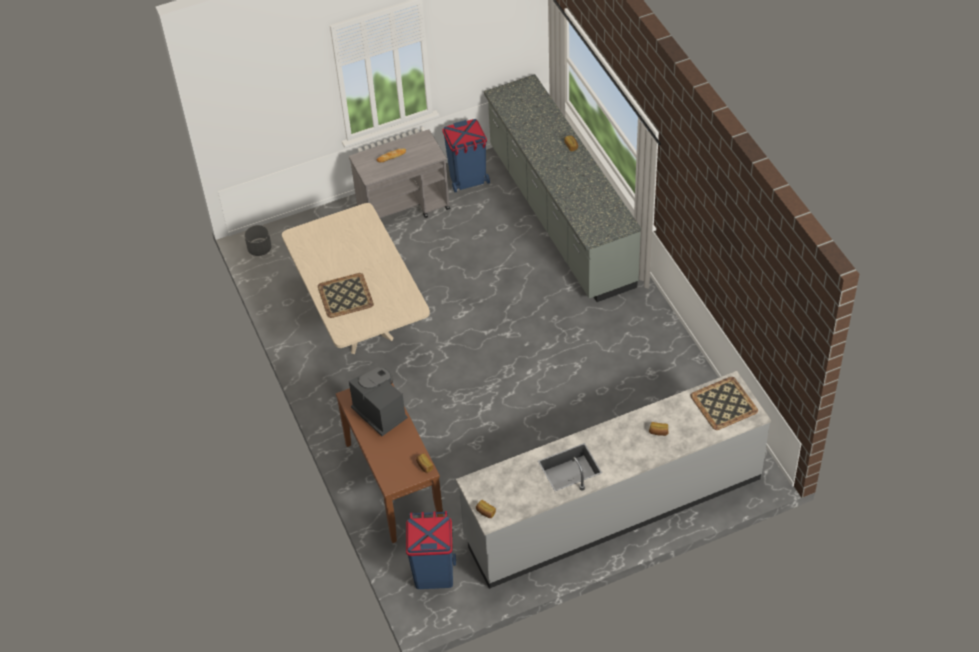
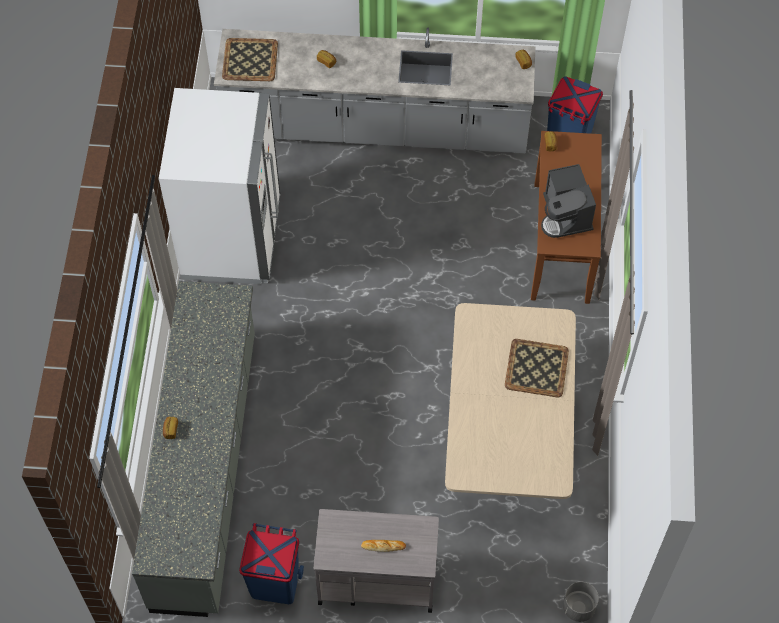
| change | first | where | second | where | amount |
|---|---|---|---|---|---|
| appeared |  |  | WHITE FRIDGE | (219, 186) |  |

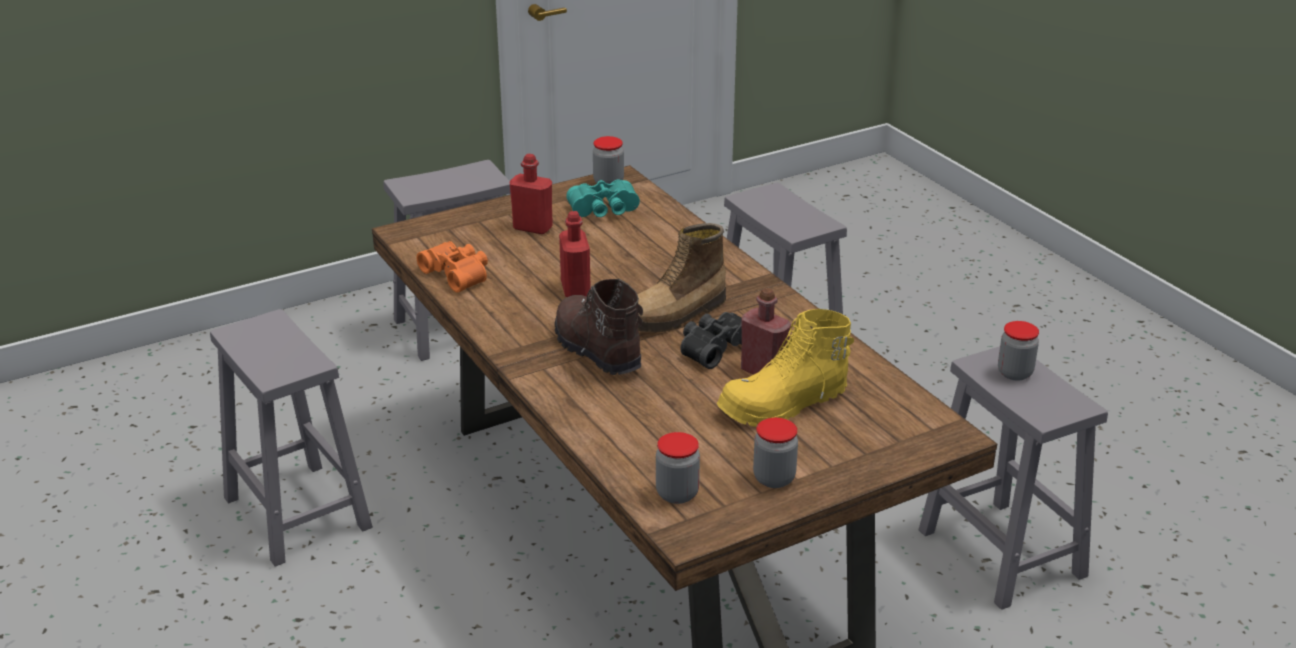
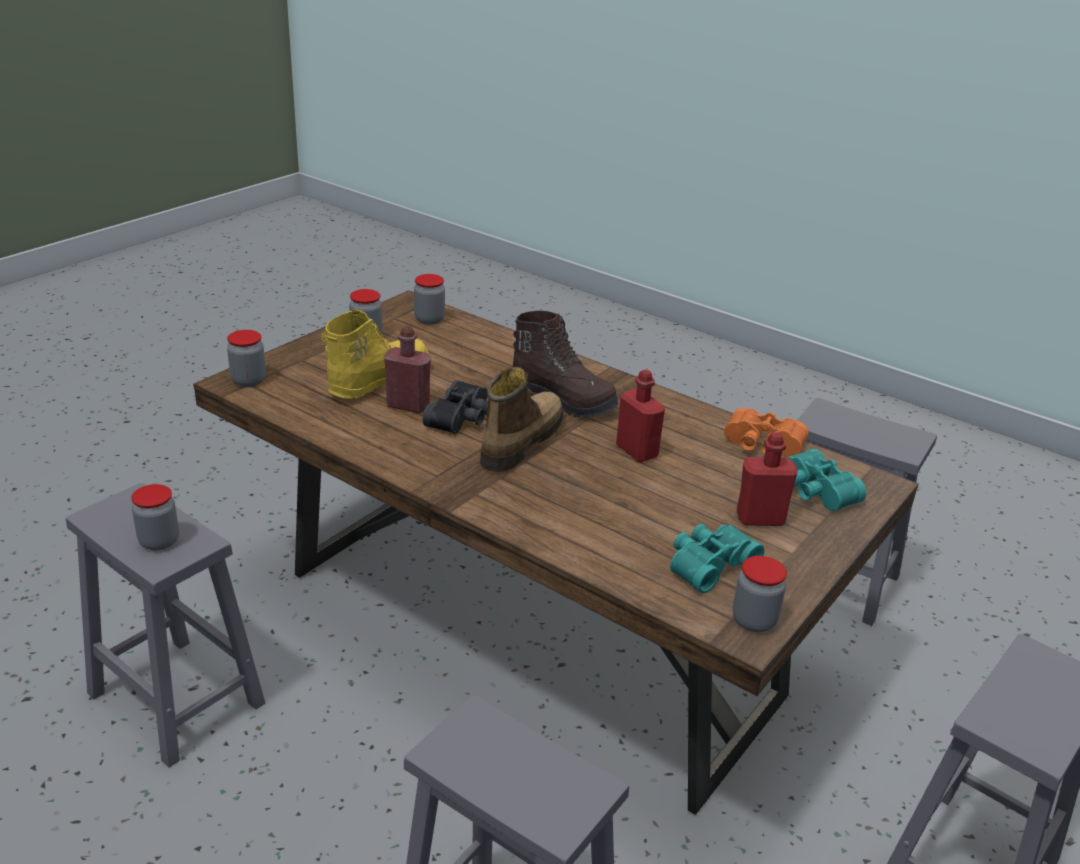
| change | first | where | second | where | amount |
|---|---|---|---|---|---|
| appeared |  |  | JAR | (246, 358) |  |
| appeared |  |  | TURQUOISE BINOCULARS | (825, 480) |  |

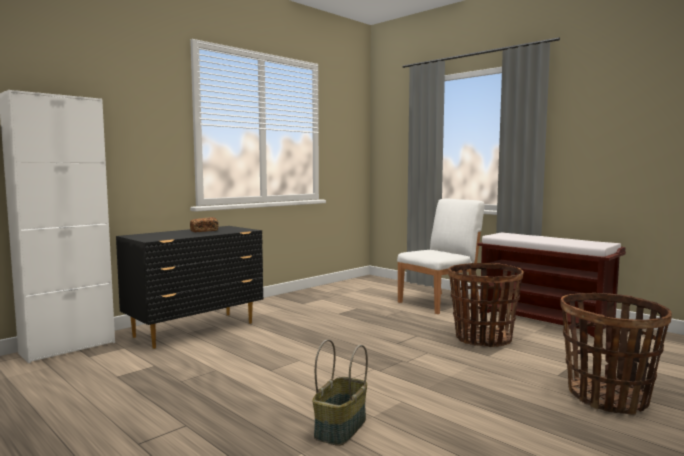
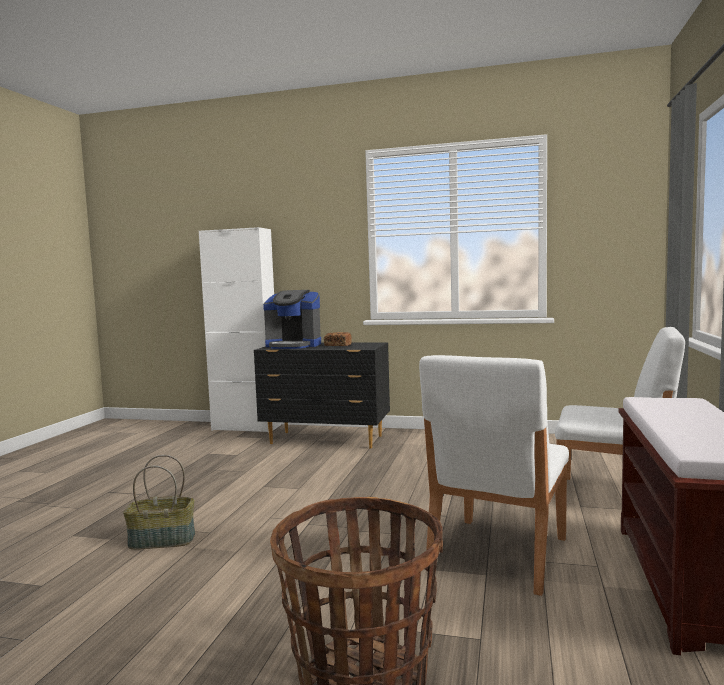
| change | first | where | second | where | amount |
|---|---|---|---|---|---|
| appeared |  |  | COFFEE MACHINE | (292, 319) |  |
| exchanged | BASKET | (486, 305) | WHITE CHAIR | (494, 475) |  |

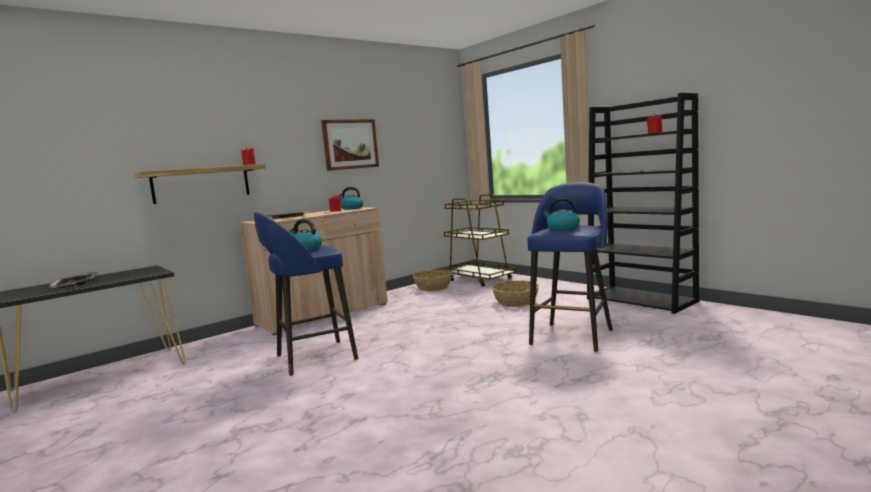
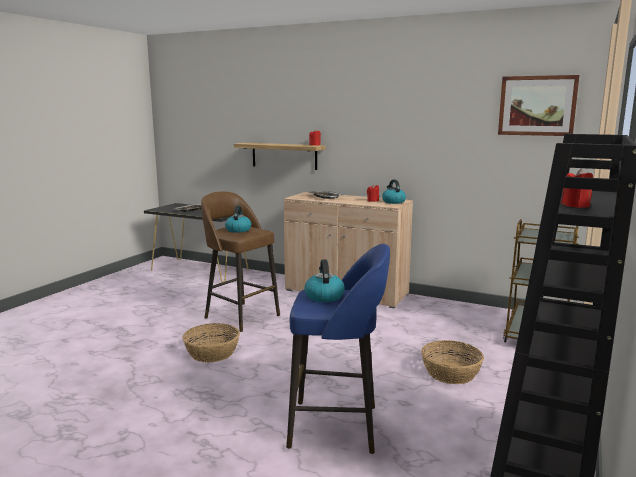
| change | first | where | second | where | amount |
|---|---|---|---|---|---|
| relocated | PICTURE | (350, 145) |  | (539, 105) |  |
| relocated | BASKET | (432, 280) |  | (211, 342) |  |
| colour | BLUE STOOL | (306, 294) | BROWN STOOL | (240, 262) |  |

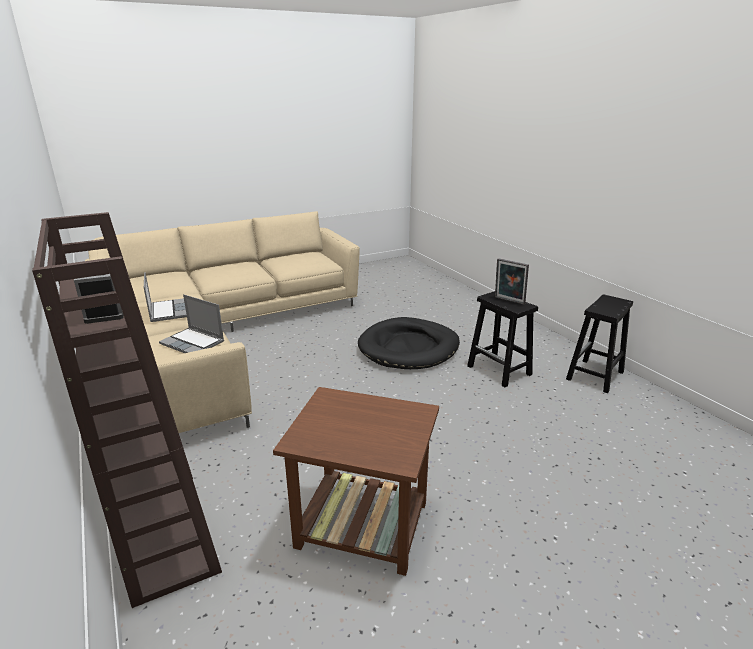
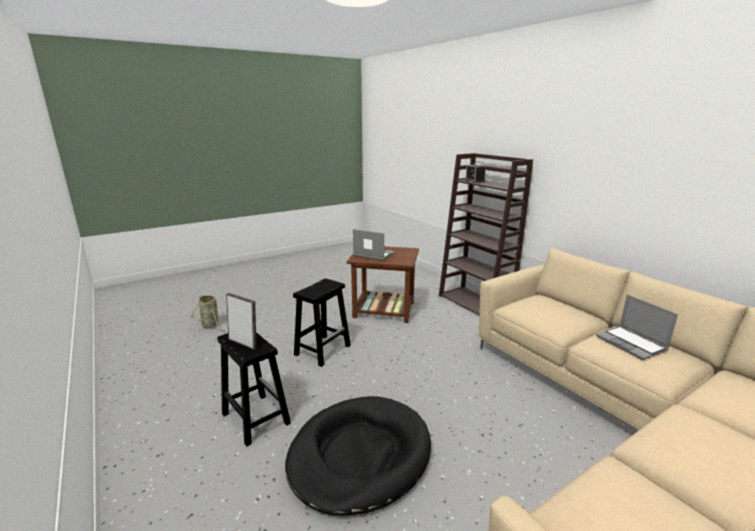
| change | first | where | second | where | amount |
|---|---|---|---|---|---|
| appeared |  |  | BASKET | (207, 313) |  |
| relocated | LAPTOP | (191, 323) |  | (374, 245) |  |
| relocated | BLACK STOOL | (599, 343) |  | (322, 322) |  |

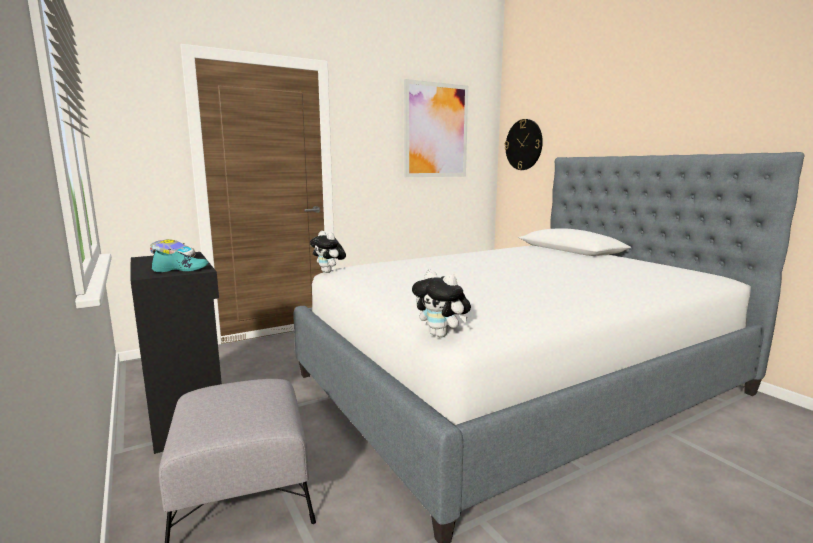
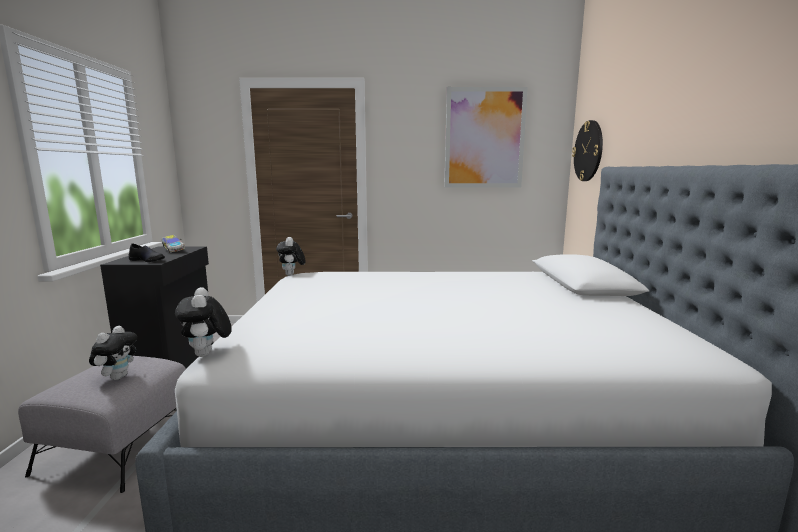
| change | first | where | second | where | amount |
|---|---|---|---|---|---|
| appeared |  |  | PLUSH TOY | (113, 353) |  |
| colour | TURQUOISE SHOE | (180, 261) | BLACK SHOE | (147, 252) |  |

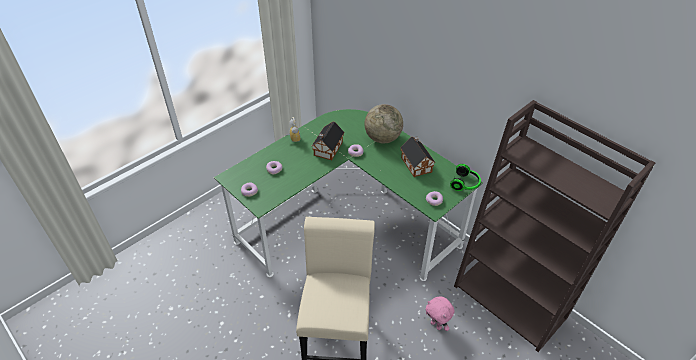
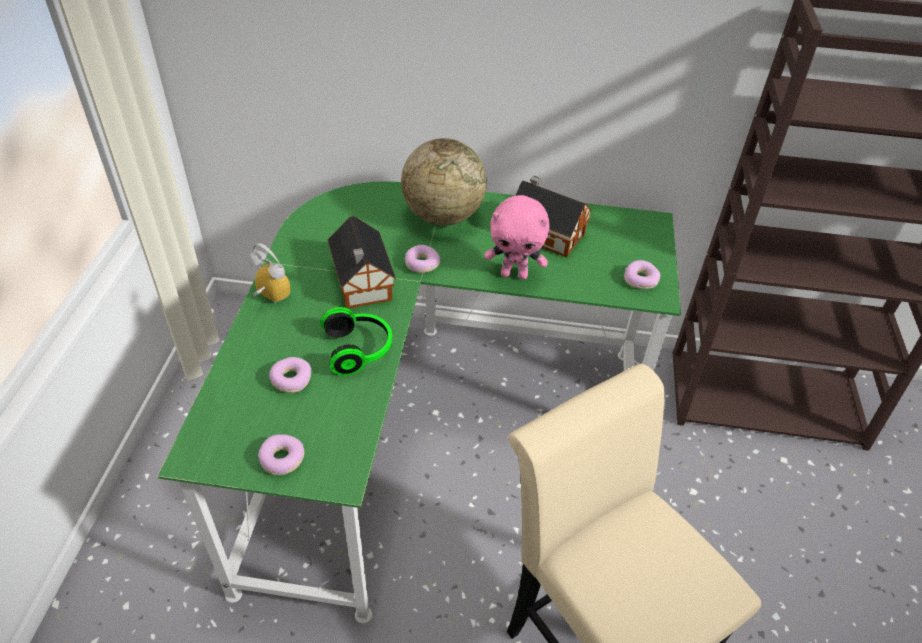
| change | first | where | second | where | amount |
|---|---|---|---|---|---|
| relocated | PINK PLUSH TOY | (439, 313) |  | (517, 237) |  |
| relocated | HEADPHONES | (465, 177) |  | (356, 341) |  |

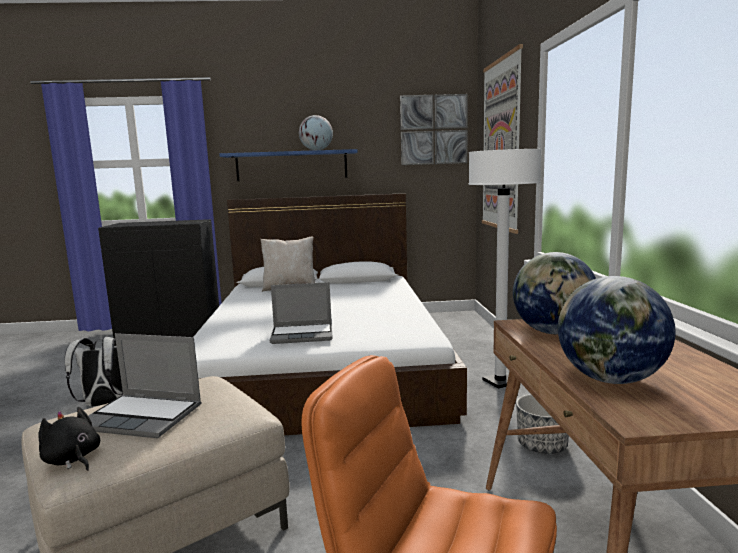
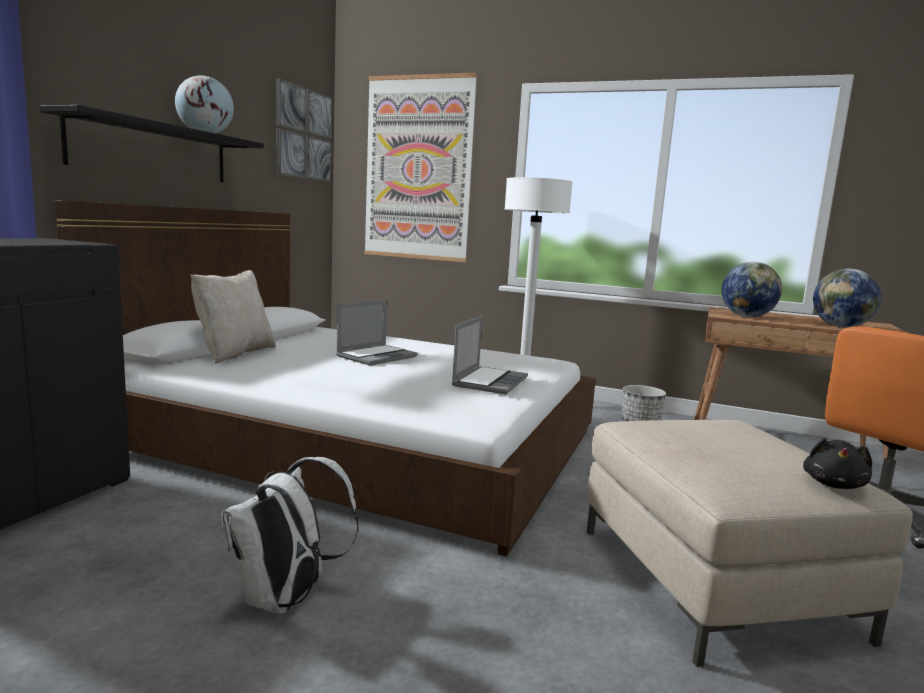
| change | first | where | second | where | amount |
|---|---|---|---|---|---|
| relocated | LAPTOP | (145, 385) |  | (377, 333) |  |
| colour | BLUE SHELF | (288, 165) | BLACK SHELF | (151, 143) |  |
| spun | BLACK PLUSH TOY | (69, 439) |  | (837, 463) | 45 degrees counterclockwise |

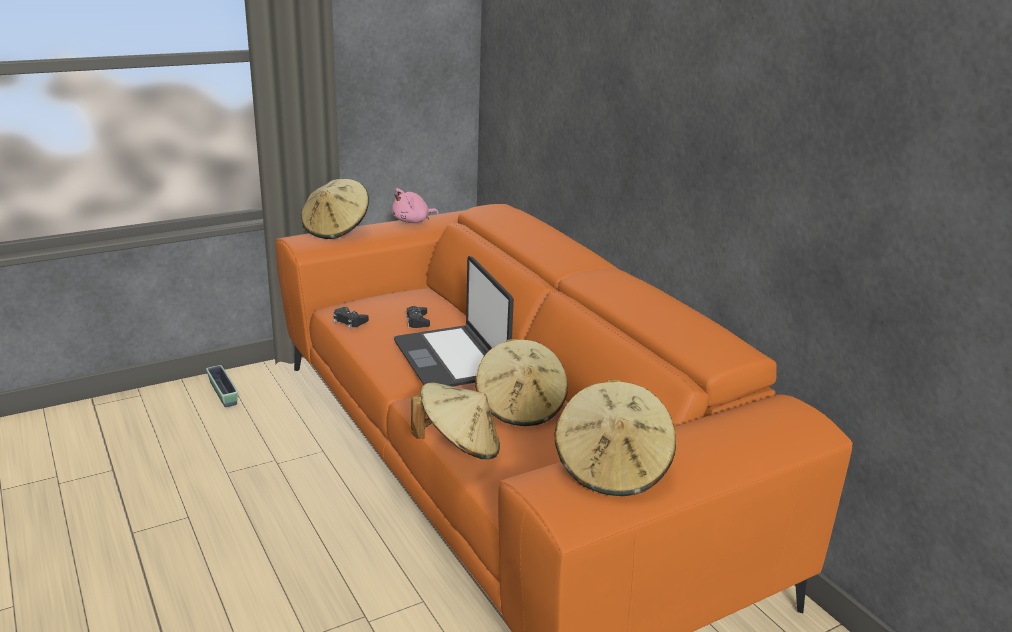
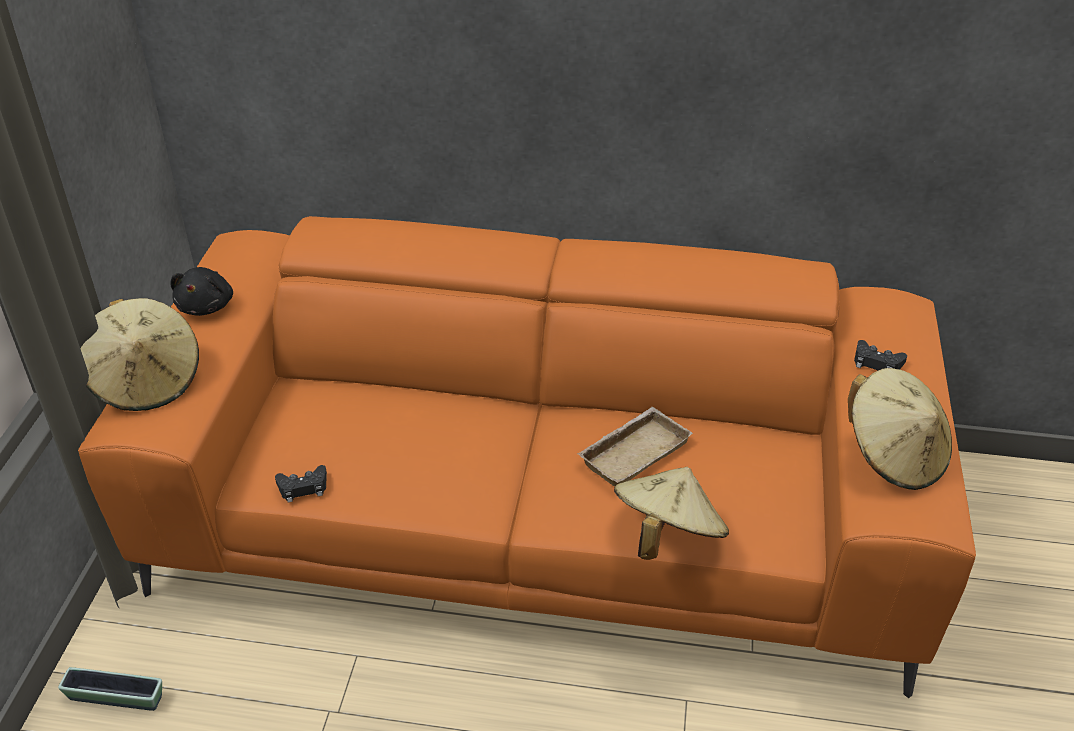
| change | first | where | second | where | amount |
|---|---|---|---|---|---|
| missing | LAPTOP | (454, 321) |  |  |  |
| relocated | BLACK GAME CONTROLLER | (418, 317) |  | (880, 355) |  |
| exchanged | BEIGE HAT | (521, 382) | BEIGE TRAY | (635, 447) |  |
| colour | PINK PLUSH TOY | (415, 205) | BLACK PLUSH TOY | (201, 291) |  |

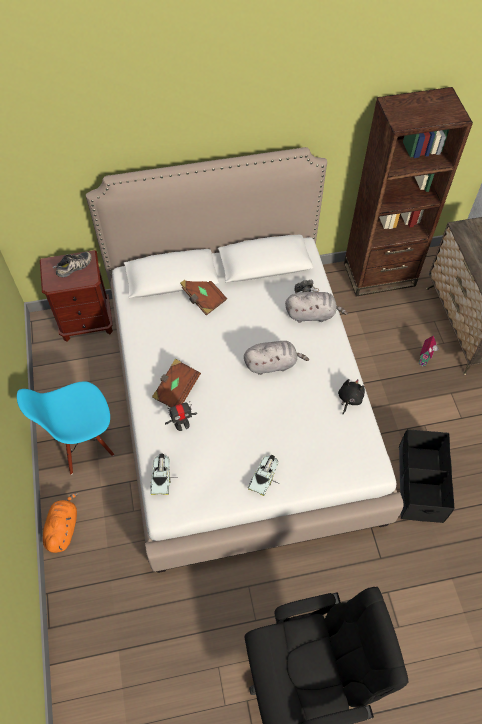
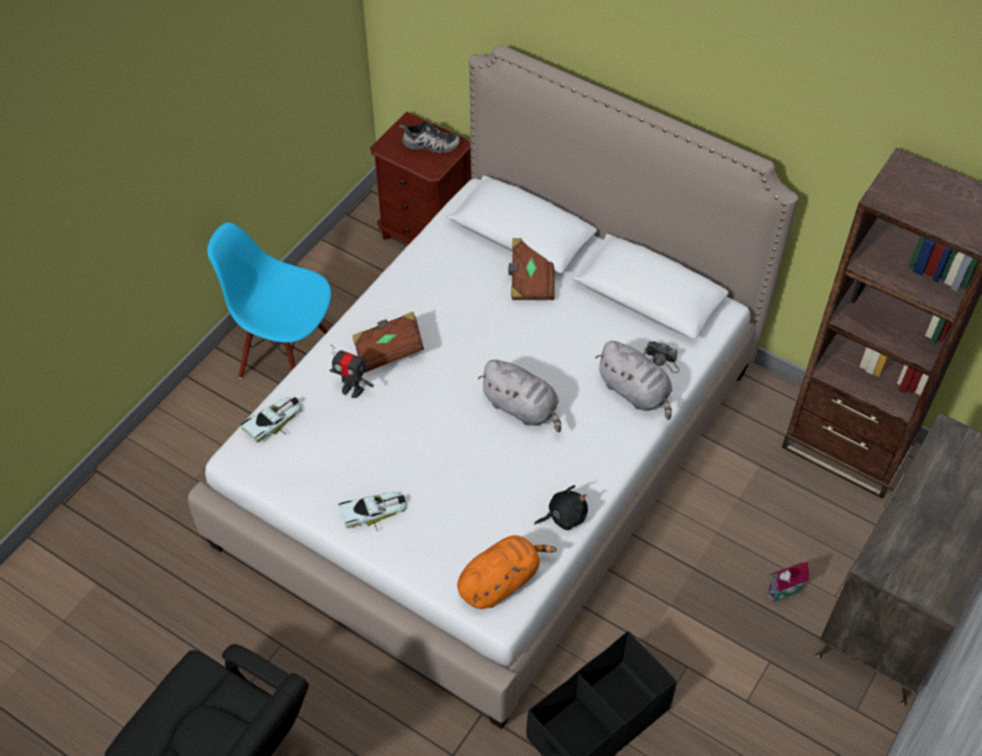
| change | first | where | second | where | amount |
|---|---|---|---|---|---|
| relocated | ORANGE PLUSH TOY | (60, 522) |  | (507, 572) |  |

